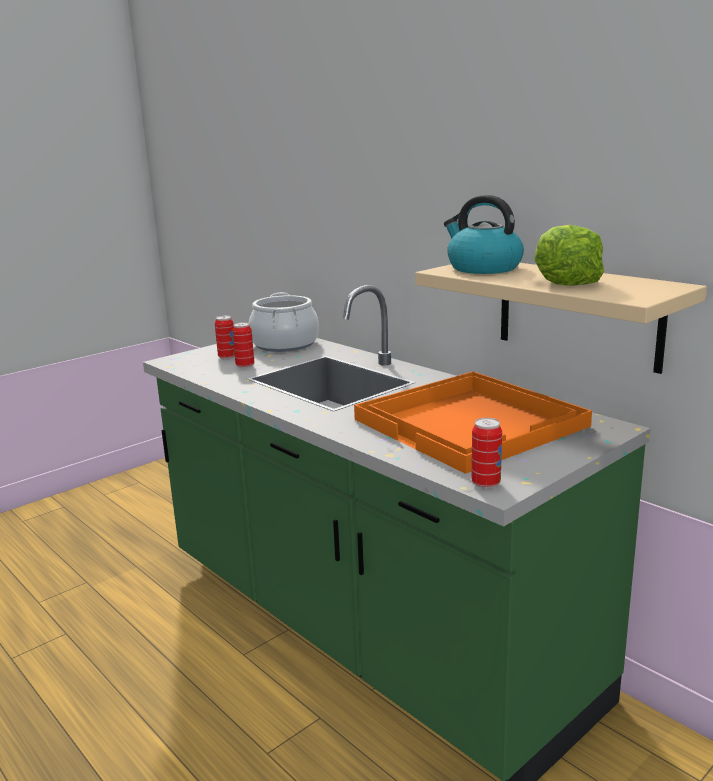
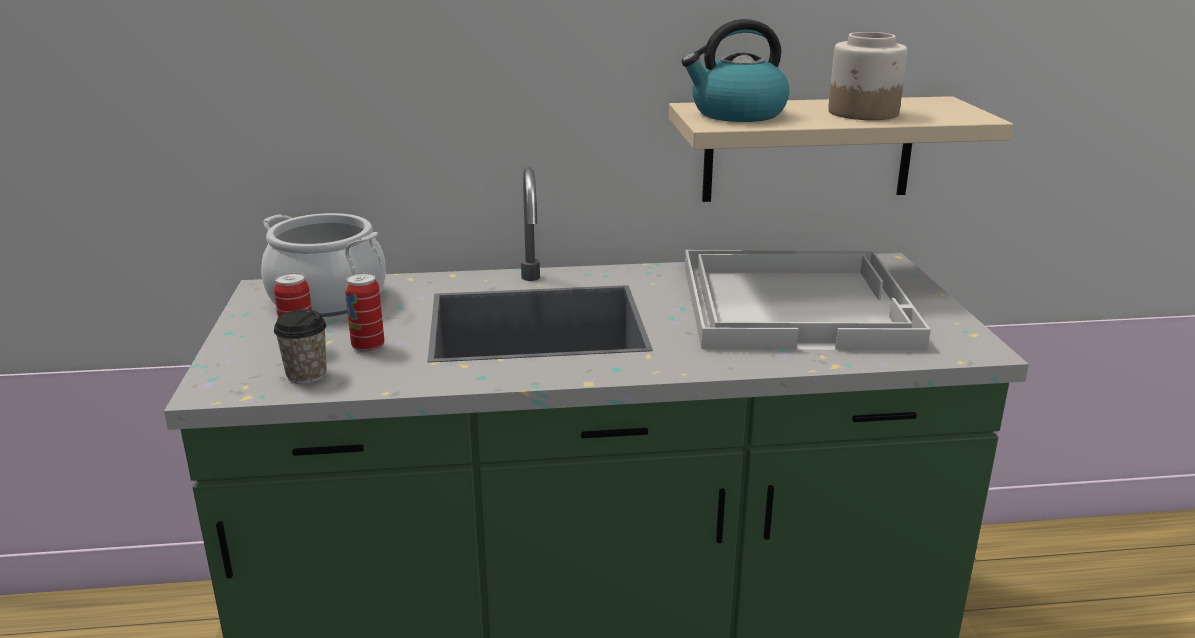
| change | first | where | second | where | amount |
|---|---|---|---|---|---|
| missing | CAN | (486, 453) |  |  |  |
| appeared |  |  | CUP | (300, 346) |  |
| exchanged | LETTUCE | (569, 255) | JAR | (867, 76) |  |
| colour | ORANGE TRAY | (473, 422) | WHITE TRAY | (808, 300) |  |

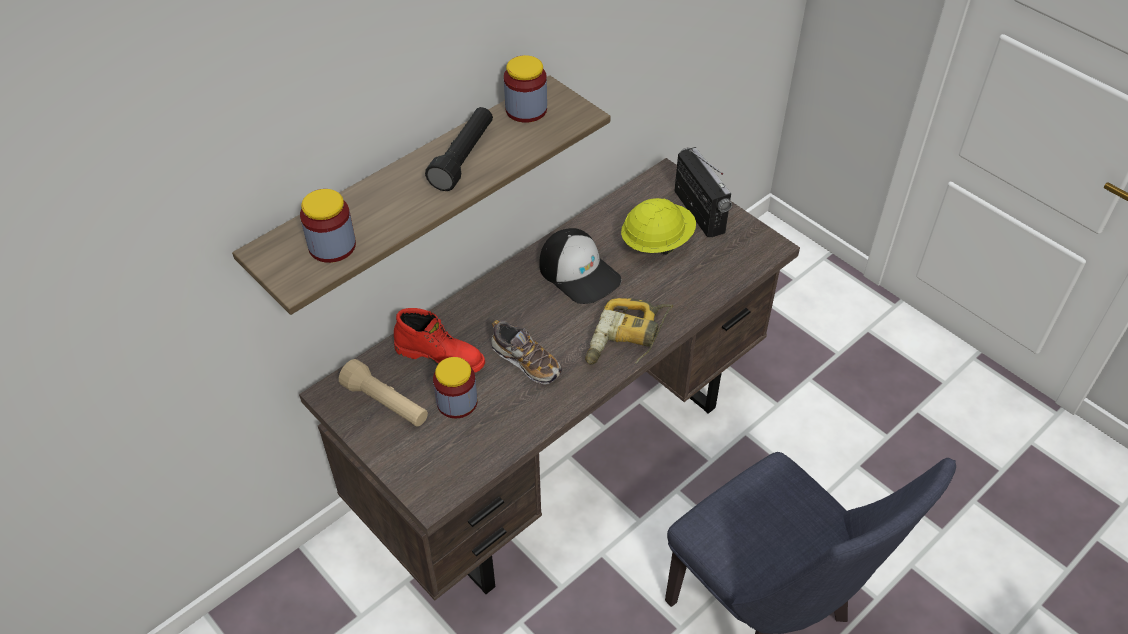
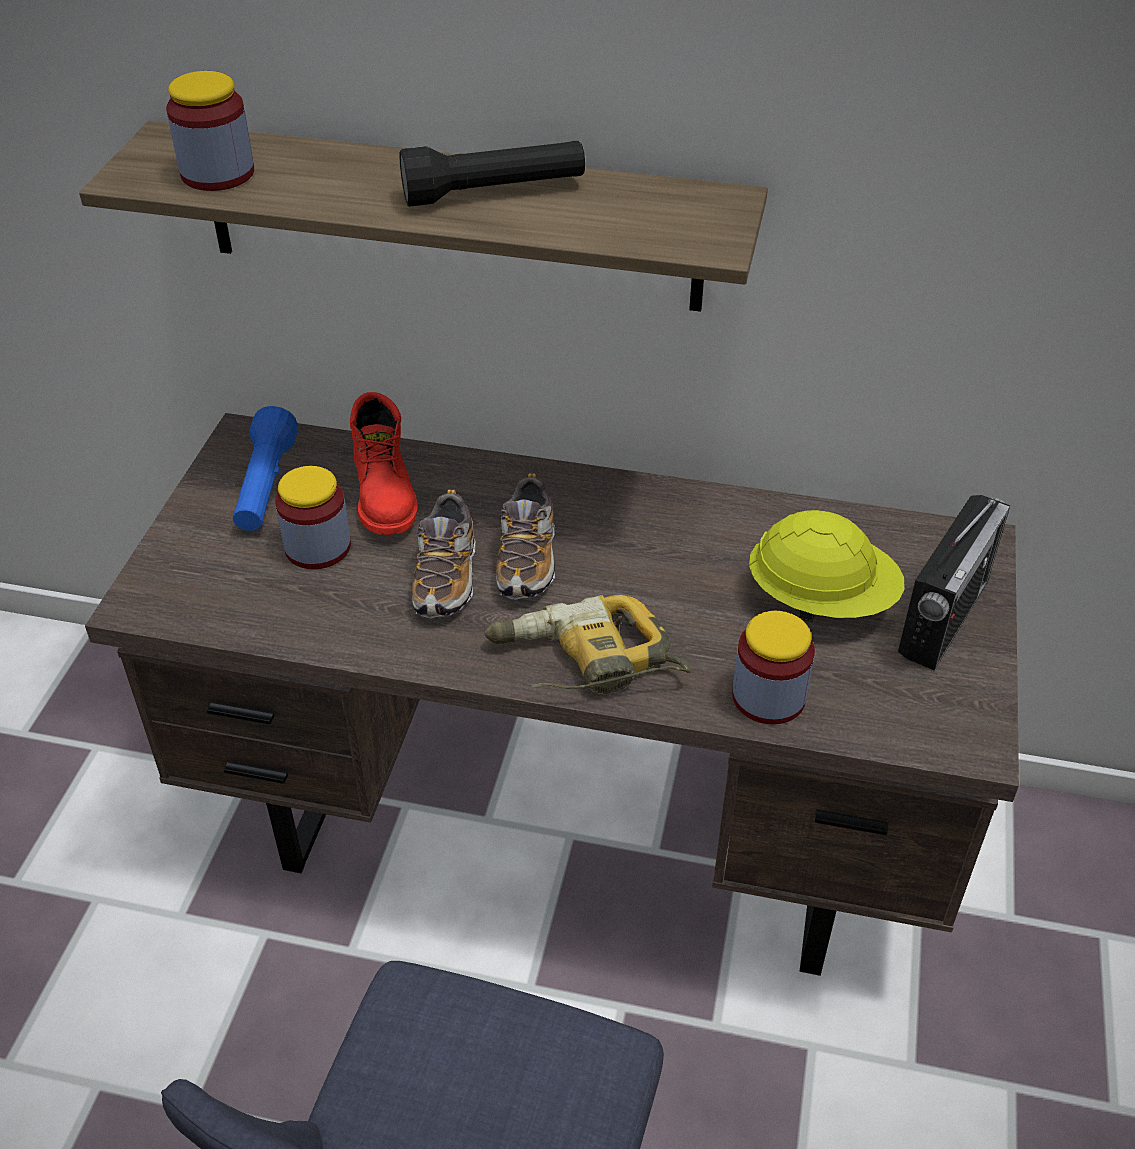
| change | first | where | second | where | amount |
|---|---|---|---|---|---|
| missing | CAP | (580, 266) |  |  |  |
| appeared |  |  | SHOE | (525, 536) |  |
| relocated | JAR | (525, 89) |  | (773, 668) |  |
| colour | BEIGE FLASHLIGHT | (383, 393) | BLUE FLASHLIGHT | (265, 468) |  |

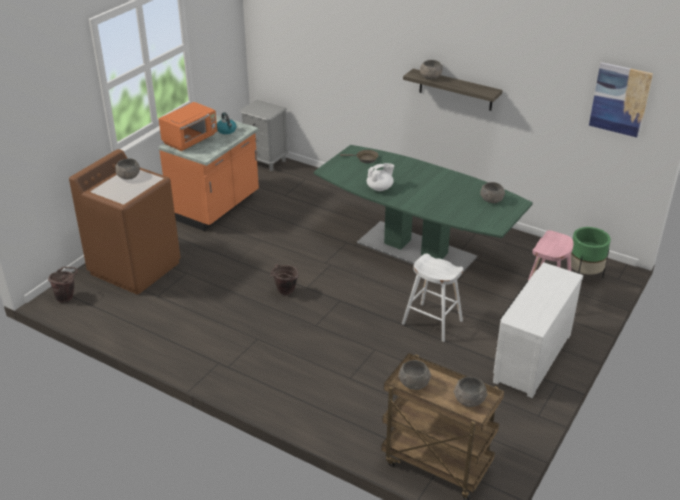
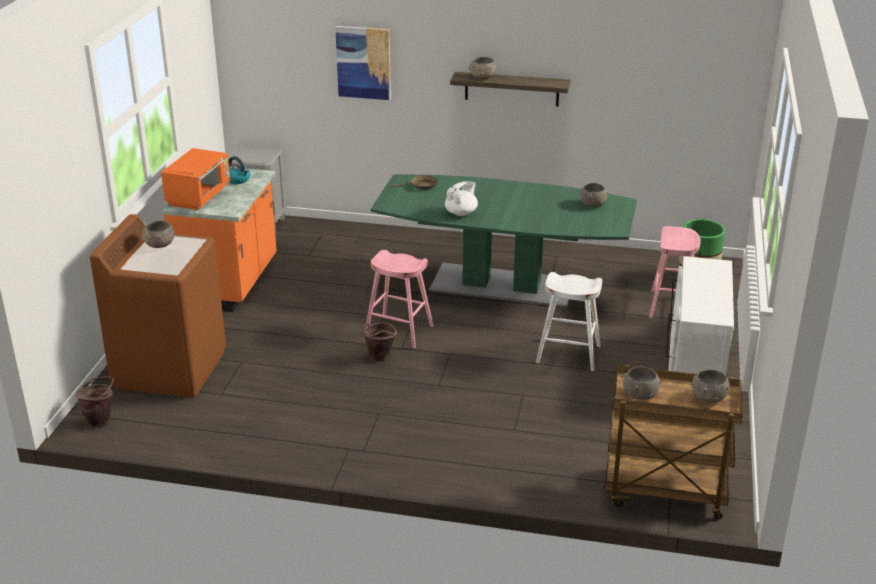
| change | first | where | second | where | amount |
|---|---|---|---|---|---|
| appeared |  |  | PINK STOOL | (399, 299) |  |
| relocated | PICTURE | (621, 100) |  | (363, 63) |  |

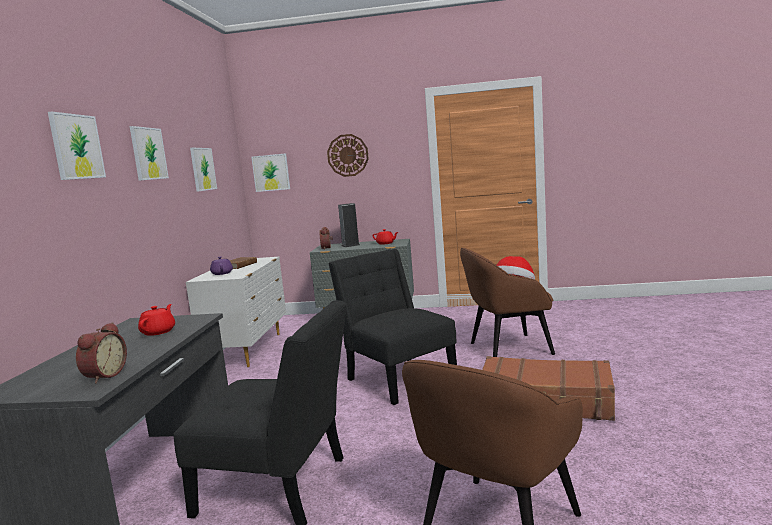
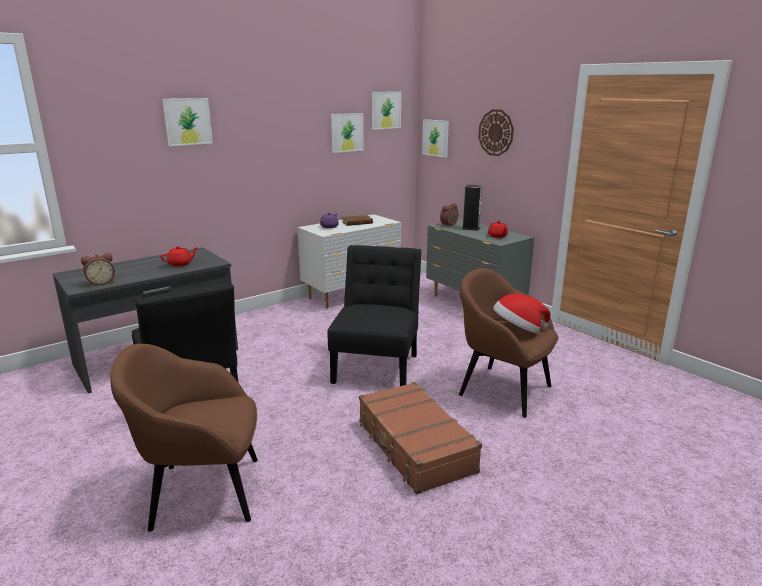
| change | first | where | second | where | amount |
|---|---|---|---|---|---|
| relocated | PICTURE | (149, 153) |  | (386, 110) |  |

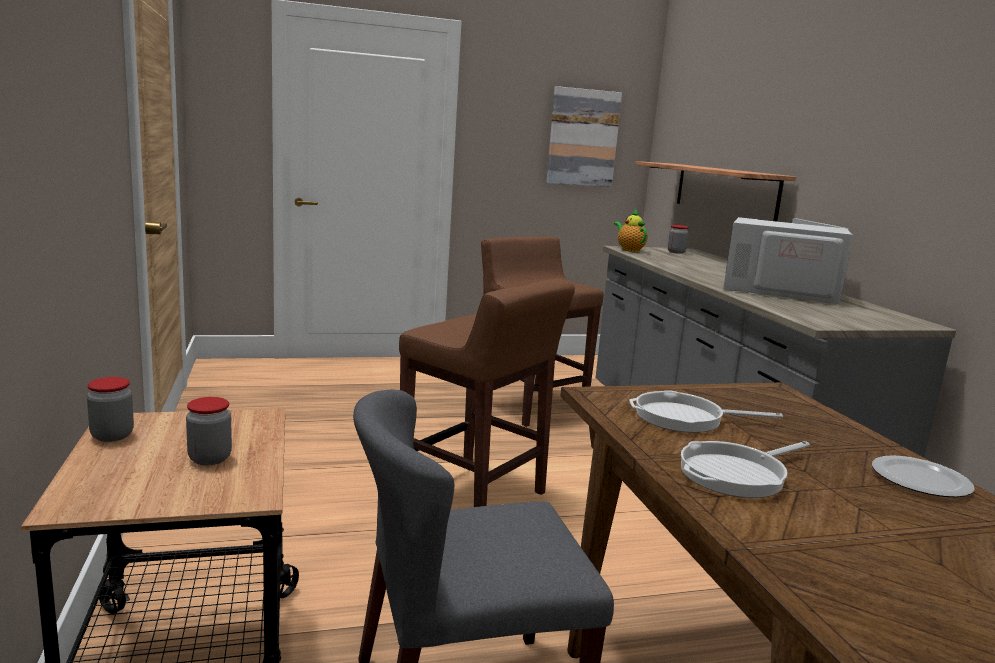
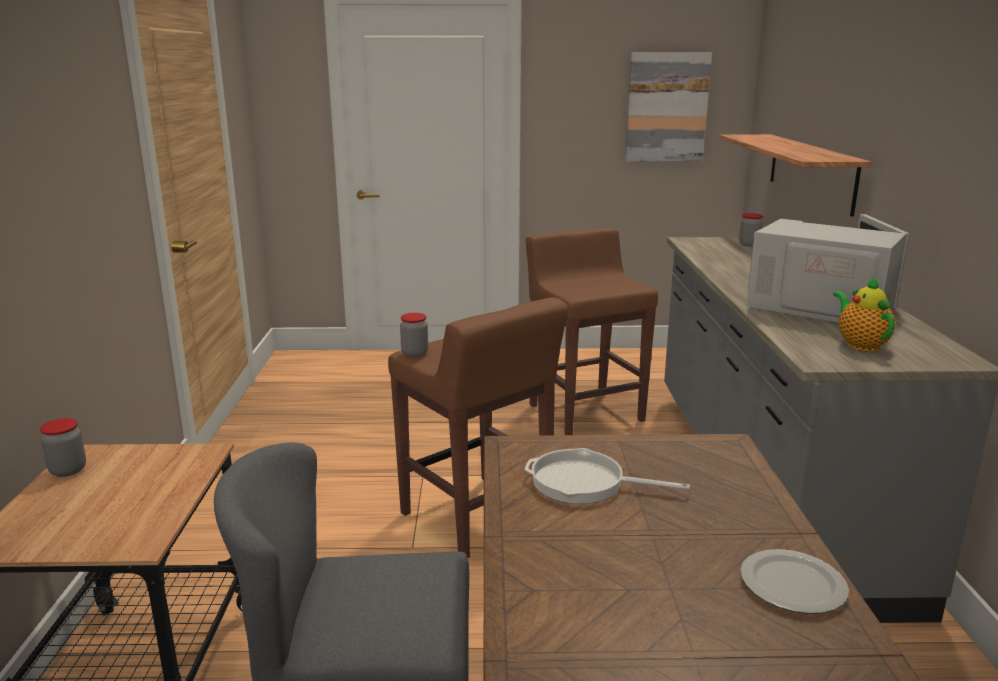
| change | first | where | second | where | amount |
|---|---|---|---|---|---|
| missing | FRYING PAN | (745, 469) |  |  |  |
| relocated | JAR | (209, 431) |  | (414, 335) |  |
| relocated | TEAPOT | (631, 230) |  | (864, 314) |  |

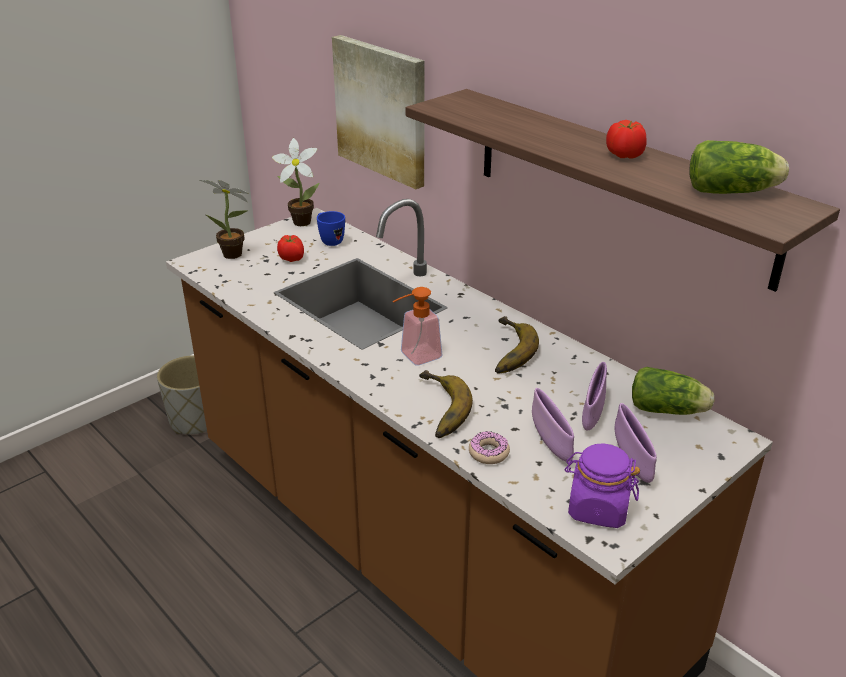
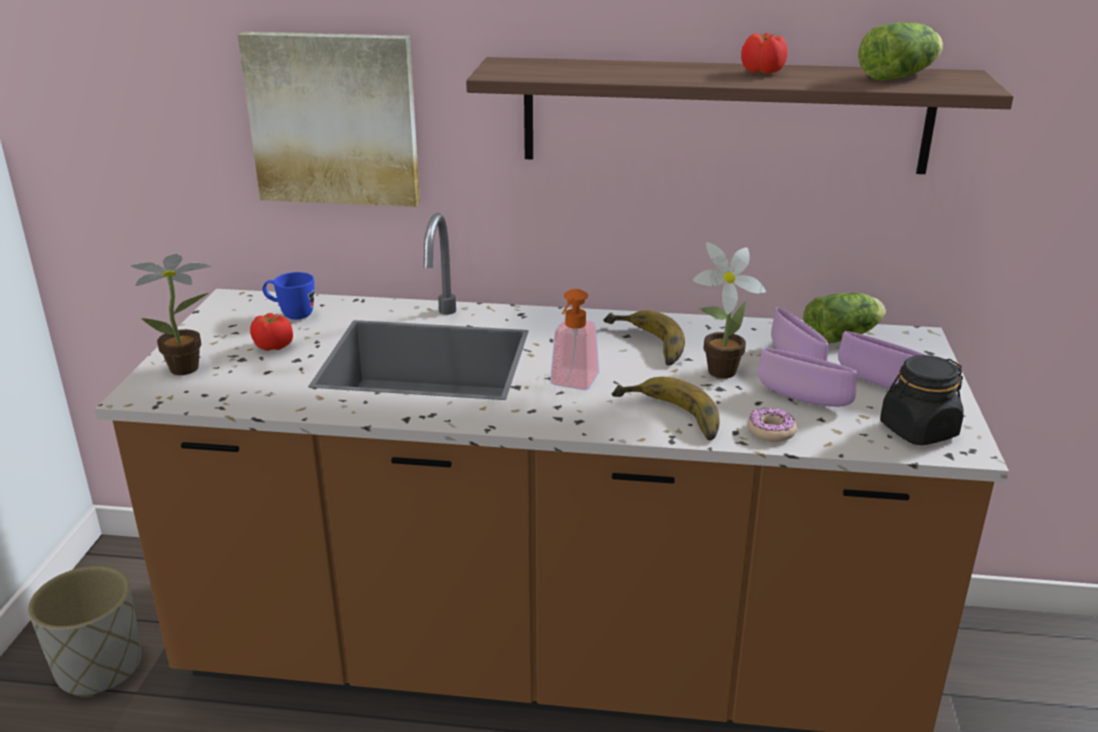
| change | first | where | second | where | amount |
|---|---|---|---|---|---|
| relocated | POTTED PLANT | (295, 182) |  | (729, 310) |  |
| colour | PURPLE JAR | (602, 486) | BLACK JAR | (922, 400) |  |

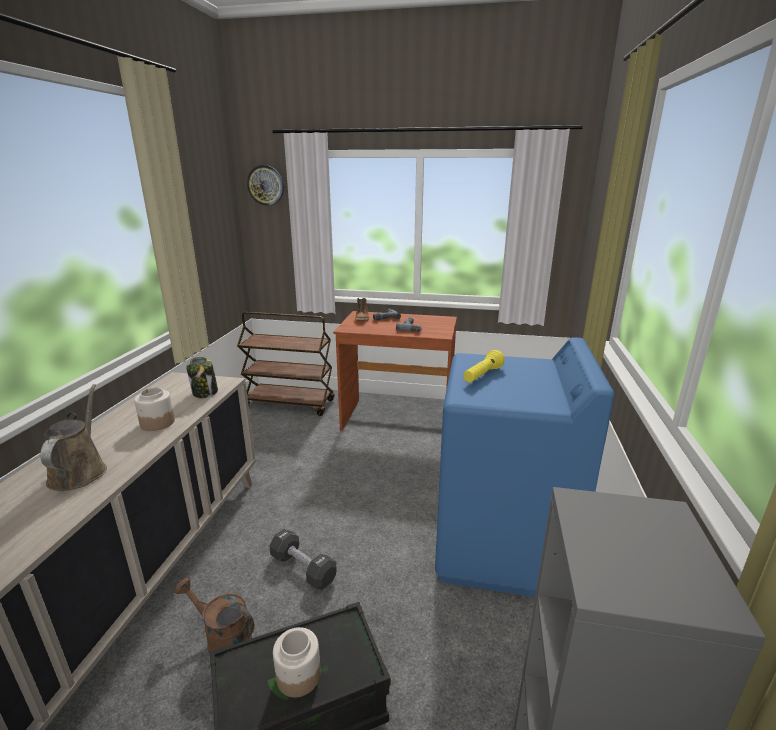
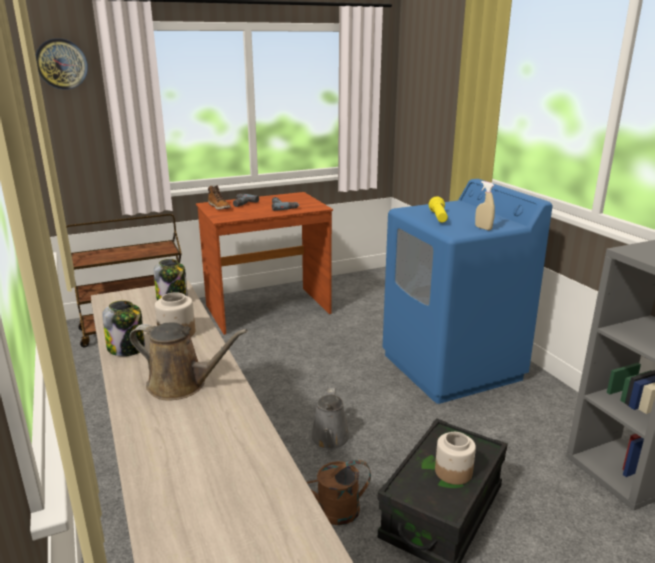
| change | first | where | second | where | amount |
|---|---|---|---|---|---|
| appeared |  |  | JAR | (123, 328) |  |
| appeared |  |  | BEIGE SPRAY BOTTLE | (485, 205) |  |
| exchanged | BLACK DUMBBELL | (303, 559) | GREY WATERING CAN | (331, 419) |  |
| spun | BROWN WATERING CAN | (73, 437) |  | (188, 361) | 150 degrees clockwise |

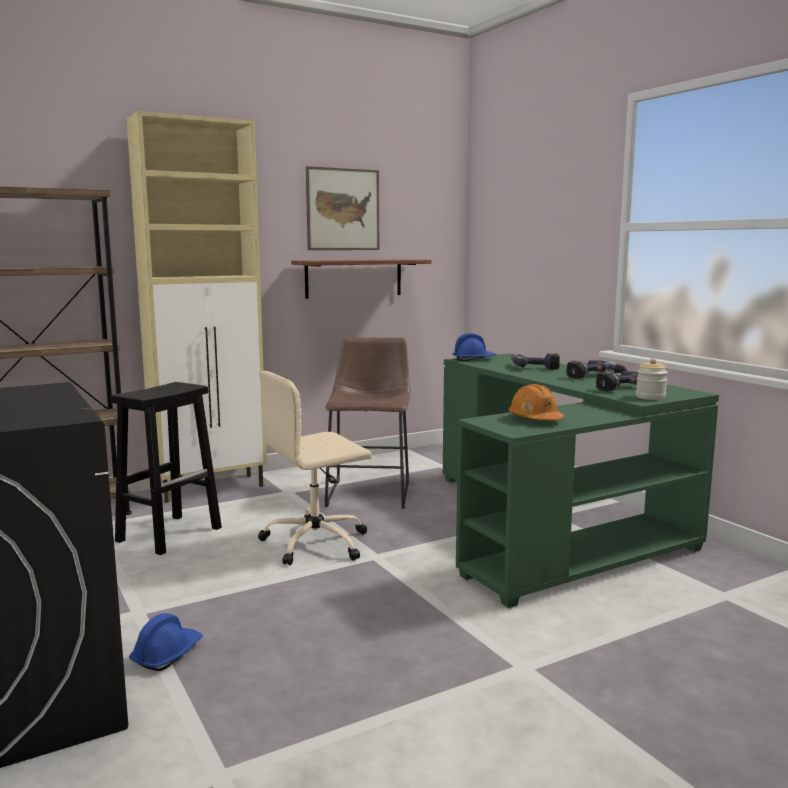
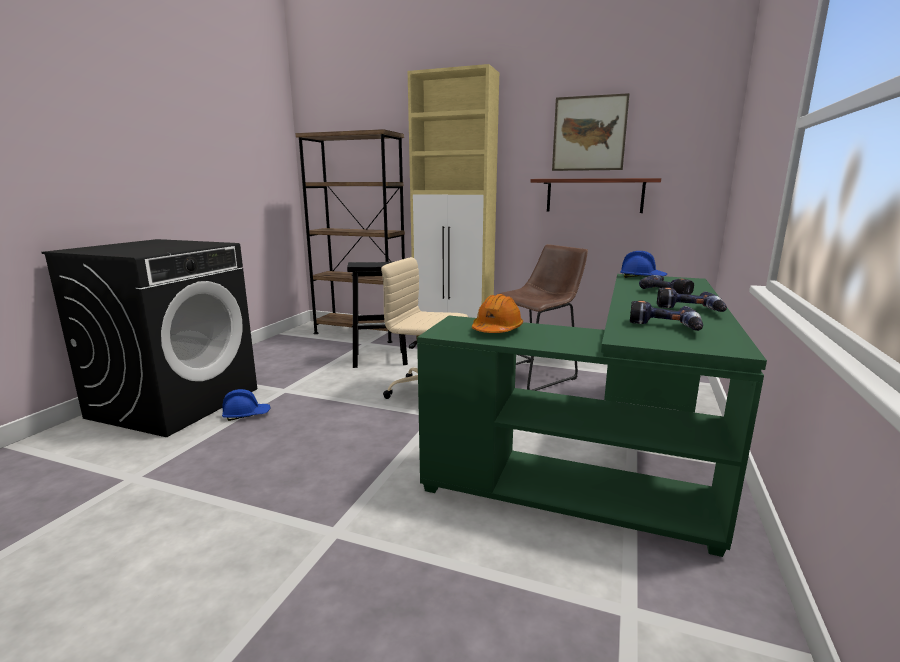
| change | first | where | second | where | amount |
|---|---|---|---|---|---|
| missing | JAR | (652, 379) |  |  |  |

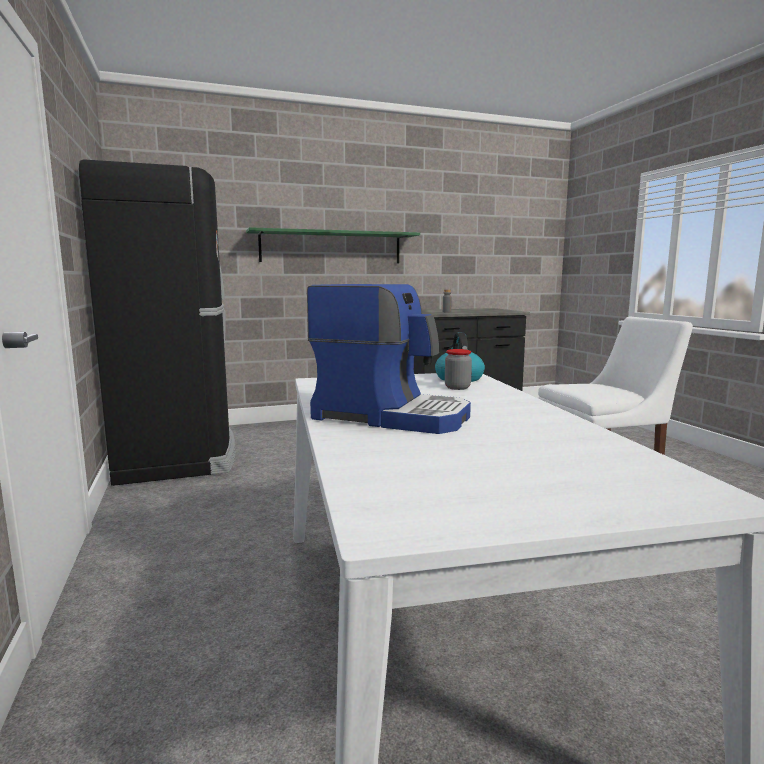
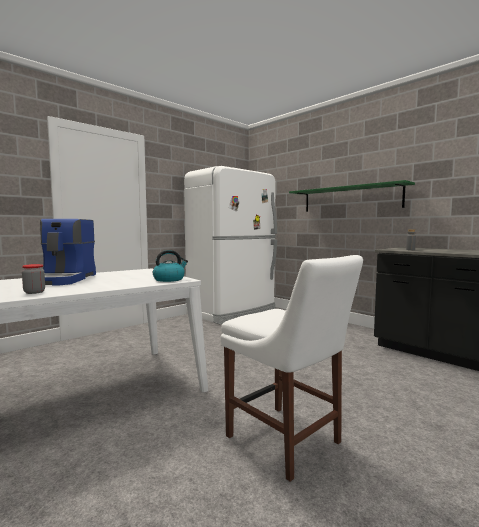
| change | first | where | second | where | amount |
|---|---|---|---|---|---|
| relocated | JAR | (458, 369) |  | (33, 279) |  |
| colour | BLACK FRIDGE | (157, 322) | WHITE FRIDGE | (230, 245) |  |

